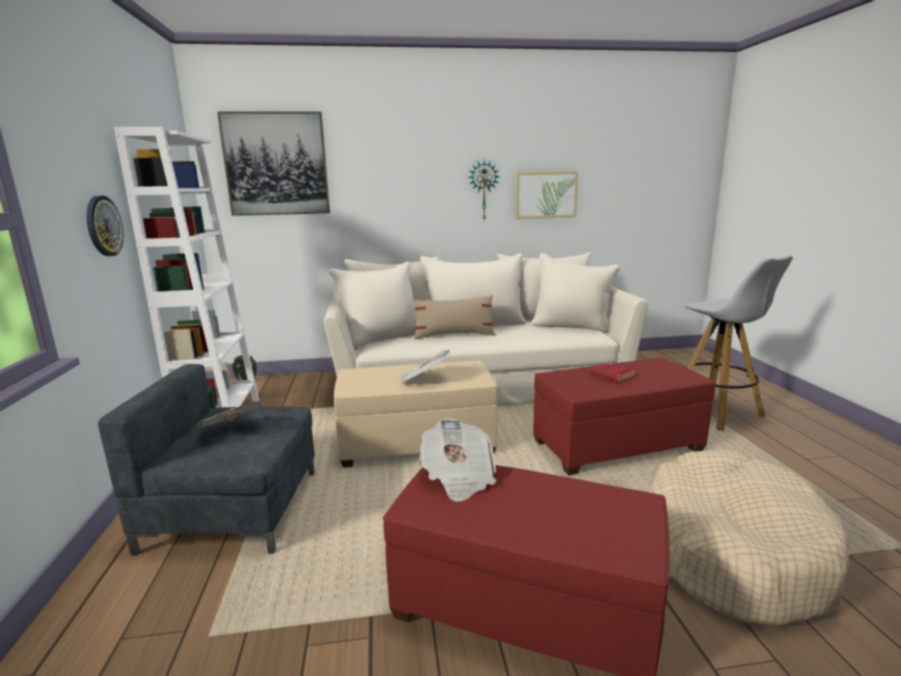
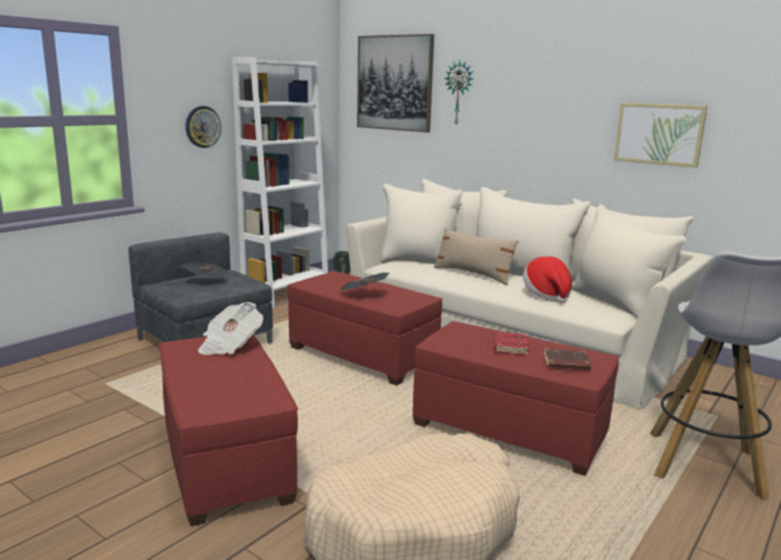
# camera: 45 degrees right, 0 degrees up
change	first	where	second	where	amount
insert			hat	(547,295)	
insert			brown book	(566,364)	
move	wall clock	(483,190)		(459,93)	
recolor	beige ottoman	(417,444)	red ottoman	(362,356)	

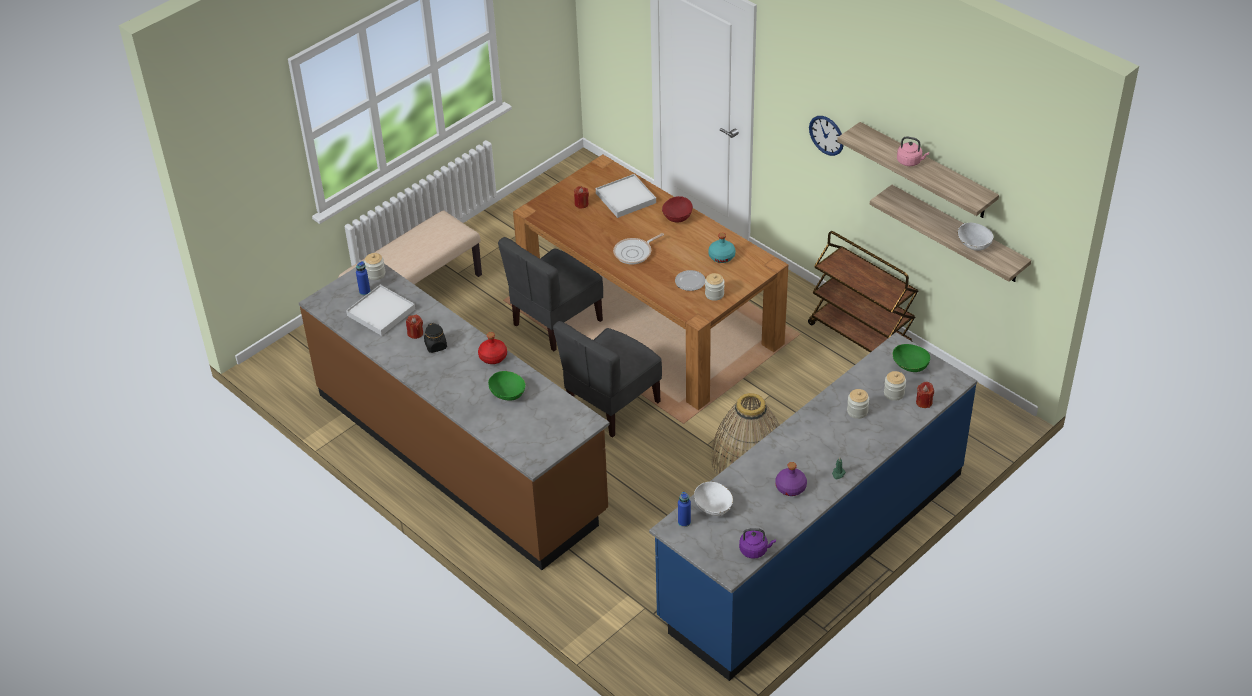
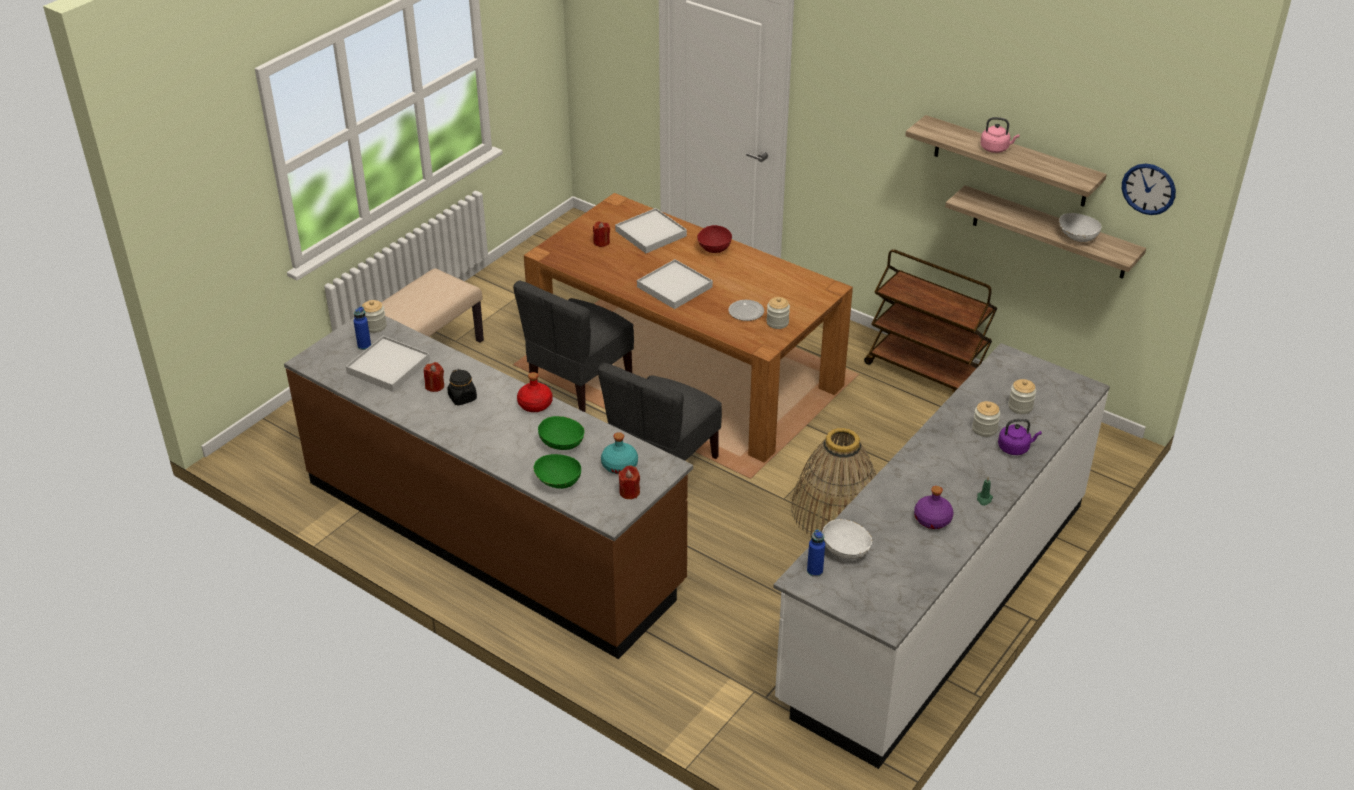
# camera: 10 degrees left, 5 degrees down
change	first	where	second	where	amount
move	turquoise bottle	(721,256)		(619,465)	
move	purple kettle	(755,550)		(1015,448)	
move	wall clock	(826,135)		(1148,189)	
move	green bowl	(909,366)		(557,482)	
move	red candle	(924,402)		(629,492)	
replace	frying pan	(635,253)	white tray	(675,287)	
recolor	blue counter	(812,546)	white counter	(935,600)	

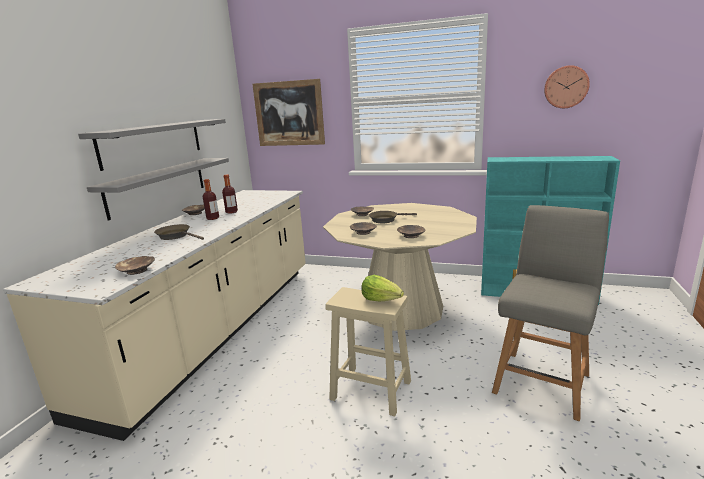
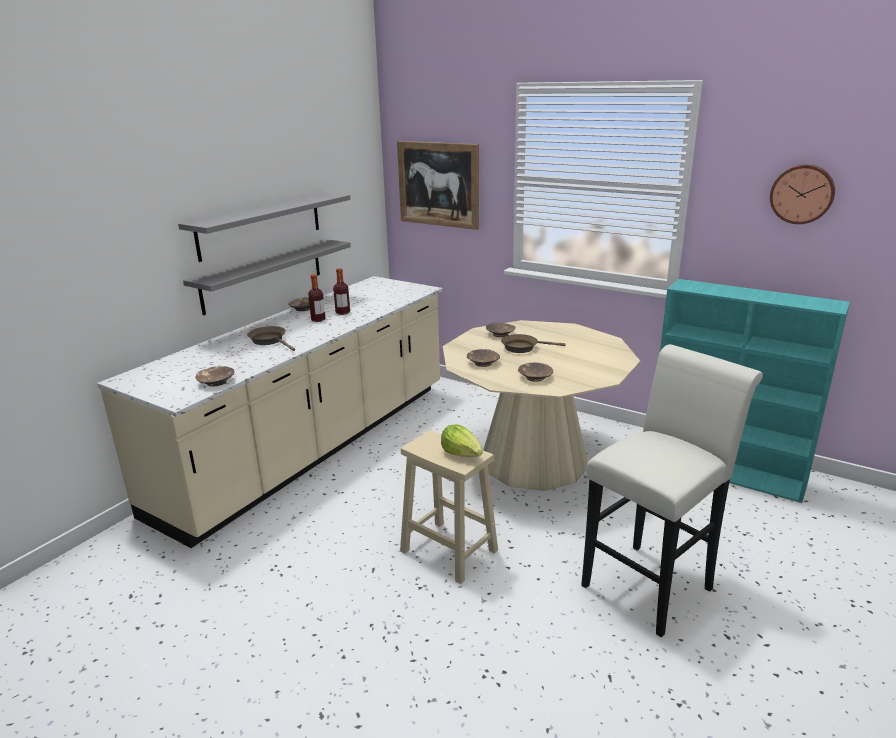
# camera: 15 degrees right, 5 degrees up
change	first	where	second	where	amount
replace	grey chair	(542,381)	white stool	(652,583)	

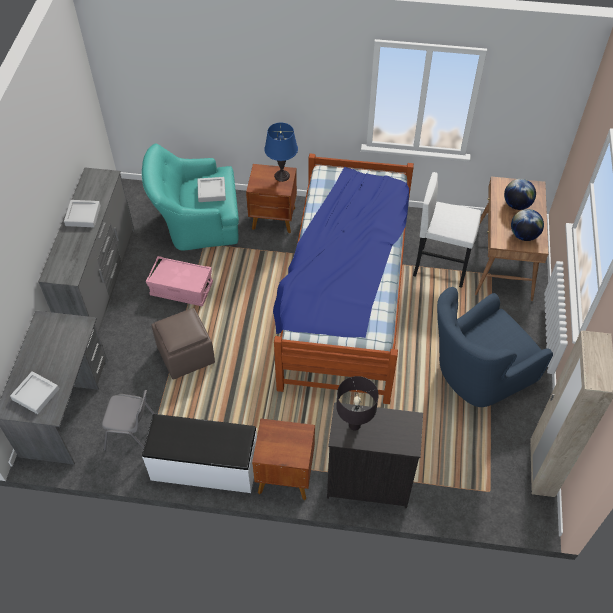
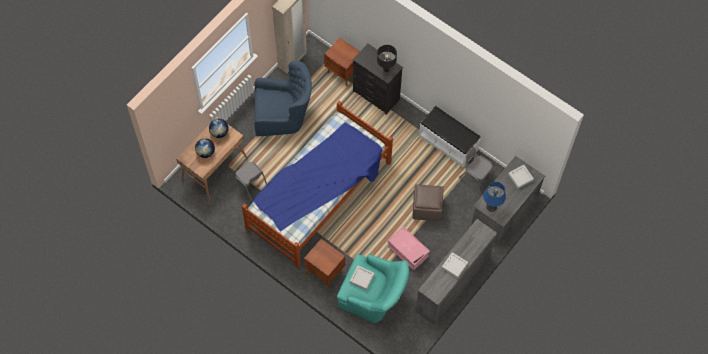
# camera: 150 degrees left, 10 degrees up
change	first	where	second	where	amount
move	brown nightstand	(284,476)		(343,72)	
move	blue table lamp	(282,176)		(491,206)	
replace	white stool	(441,266)	grey chair	(251,185)	

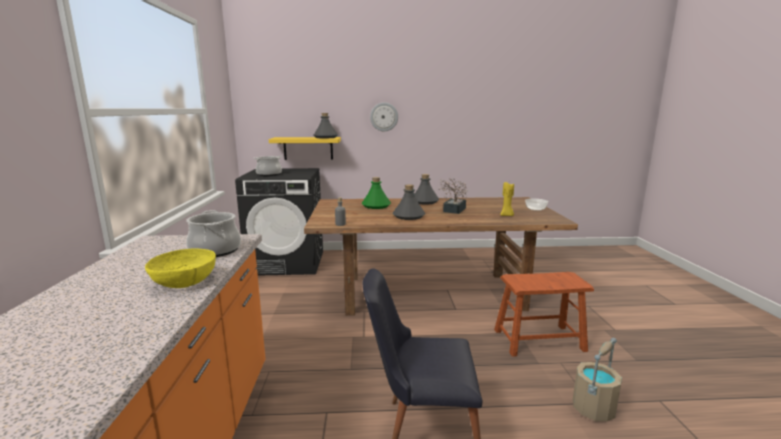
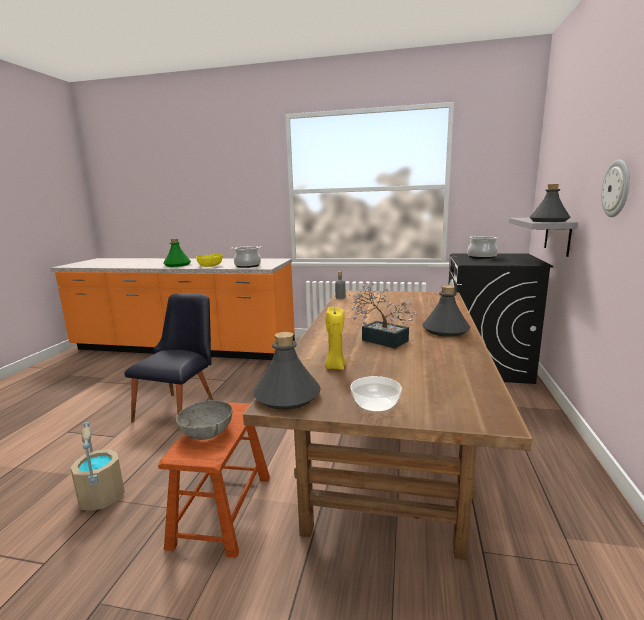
# camera: 105 degrees right, 0 degrees up
change	first	where	second	where	amount
insert			grey bowl	(206,431)	
move	green bottle	(376,206)		(177,265)	
move	grey bottle	(409,216)		(287,396)	
recolor	yellow shelf	(308,148)	grey shelf	(557,235)	

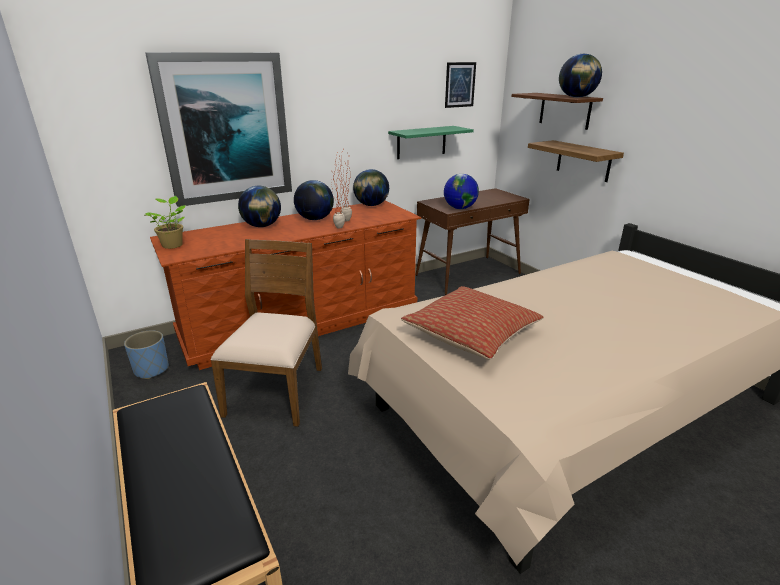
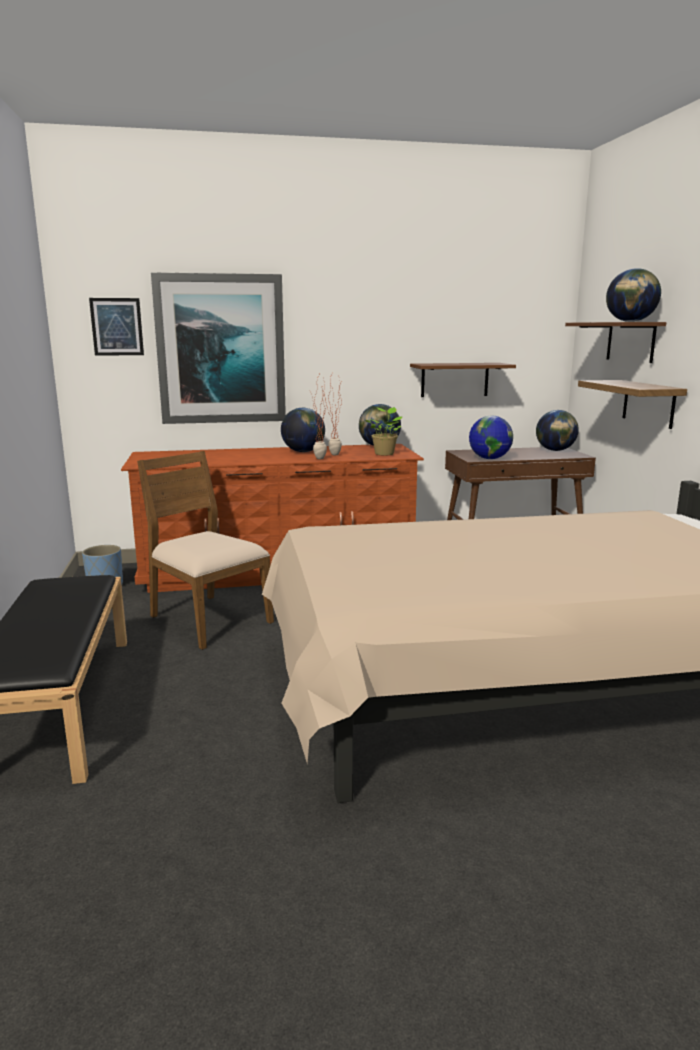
# camera: 20 degrees right, 10 degrees down
change	first	where	second	where	amount
delete	pillow	(471,334)			
move	potted plant	(173,245)		(384,453)	
move	globe	(262,226)		(555,450)	
move	picture	(460,85)		(117,327)	
recolor	green shelf	(421,142)	brown shelf	(454,379)	
rotate	brown chair	(277,390)		(208,619)	75 degrees counterclockwise

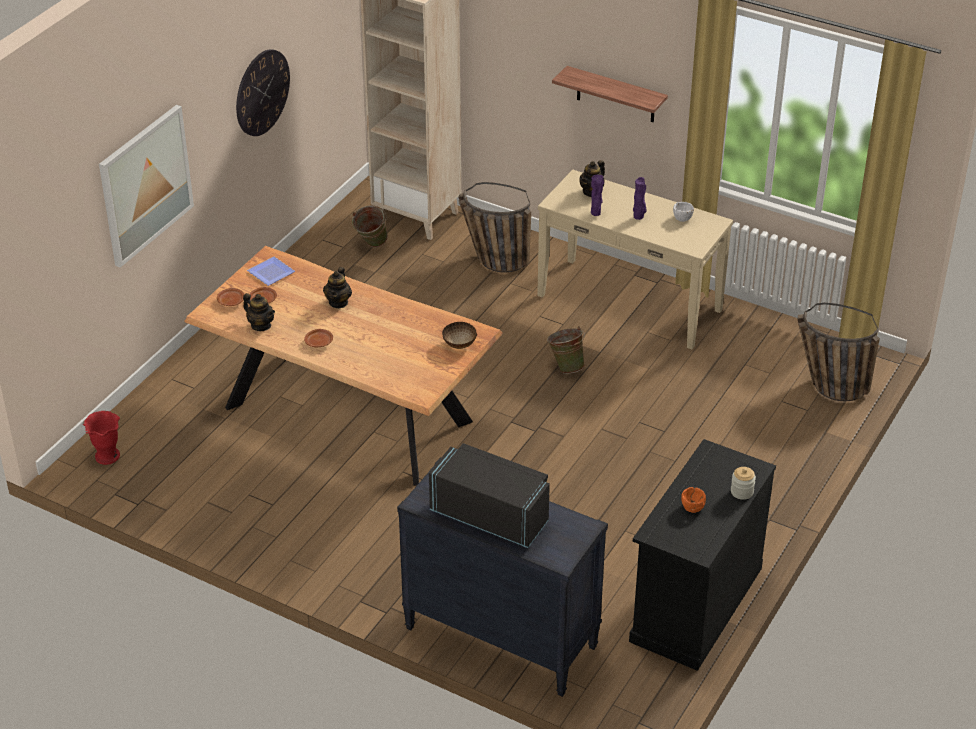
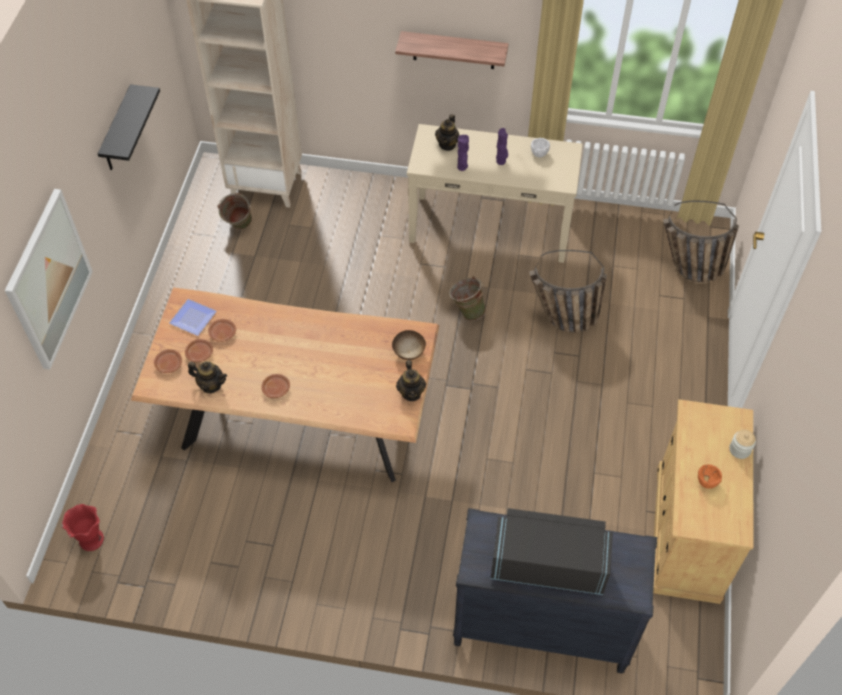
# camera: 20 degrees left, 15 degrees up
change	first	where	second	where	amount
insert			brown plate	(222,333)	
move	teapot	(338,302)		(411,392)	
move	basket	(491,260)		(561,320)	
replace	wall clock	(262,92)	black shelf	(118,131)	
recolor	black cabinet	(695,604)	beige cabinet	(687,532)	

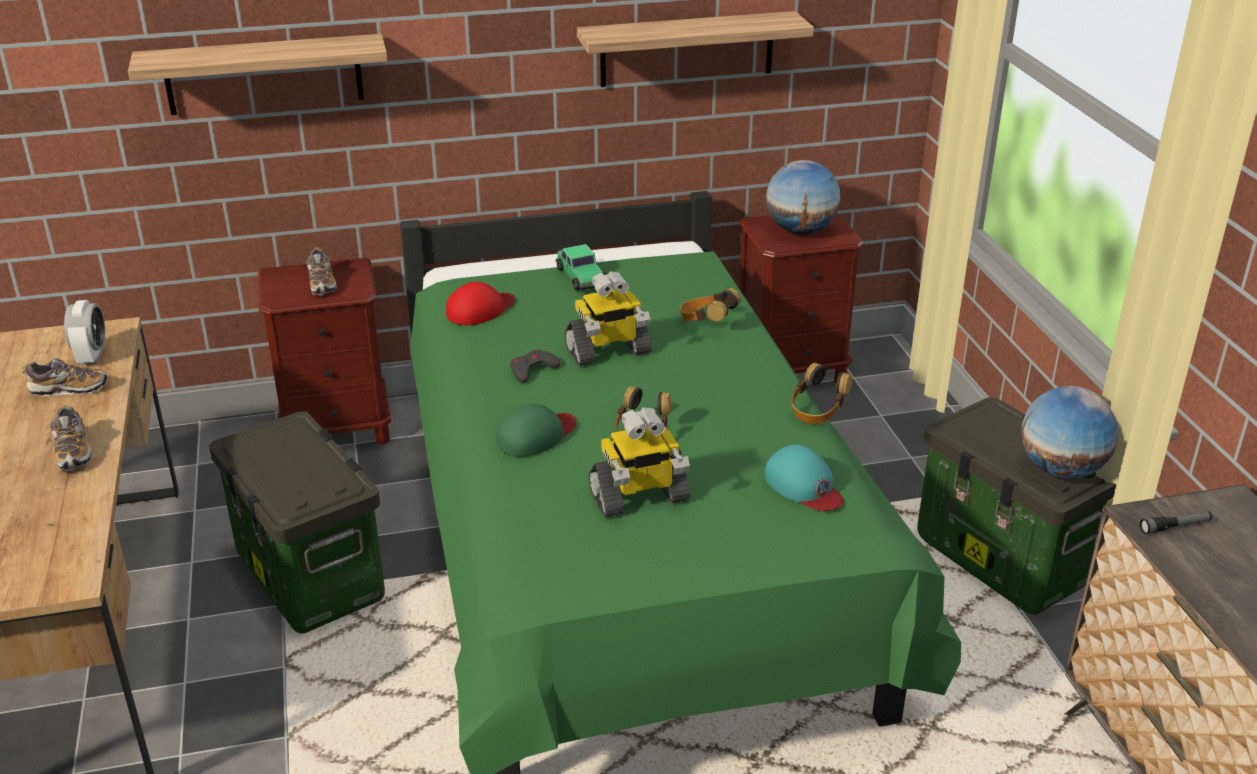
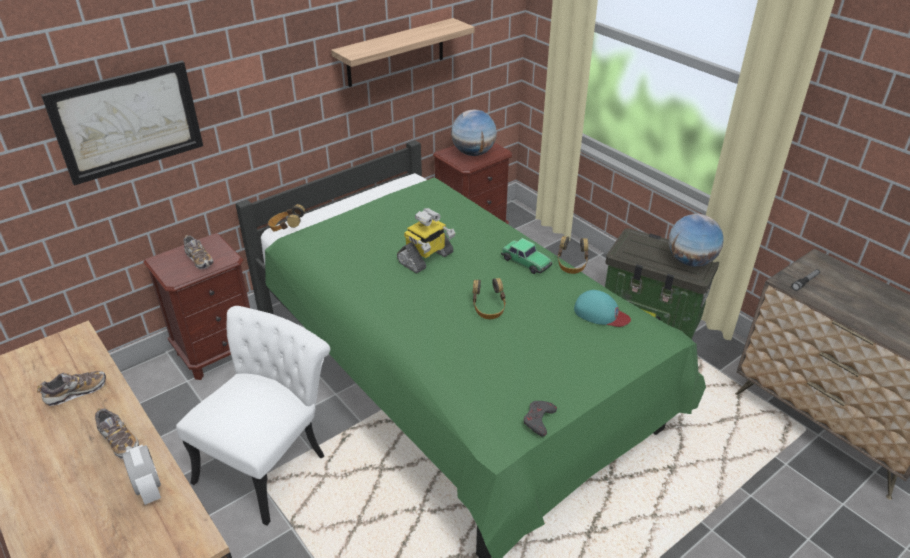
# camera: 25 degrees left, 5 degrees up
change	first	where	second	where	amount
delete	red cap	(480,309)			
delete	green cap	(536,435)			
delete	toy robot	(639,497)			
move	alarm clock	(92,356)		(149,489)	
move	grey game controller	(532,370)		(539,420)	
move	toy car	(581,277)		(526,262)	
move	headphones	(706,322)		(287,228)	
replace	shelf	(264,74)	picture	(127,121)	
replace	storage box	(312,578)	white chair	(270,460)	

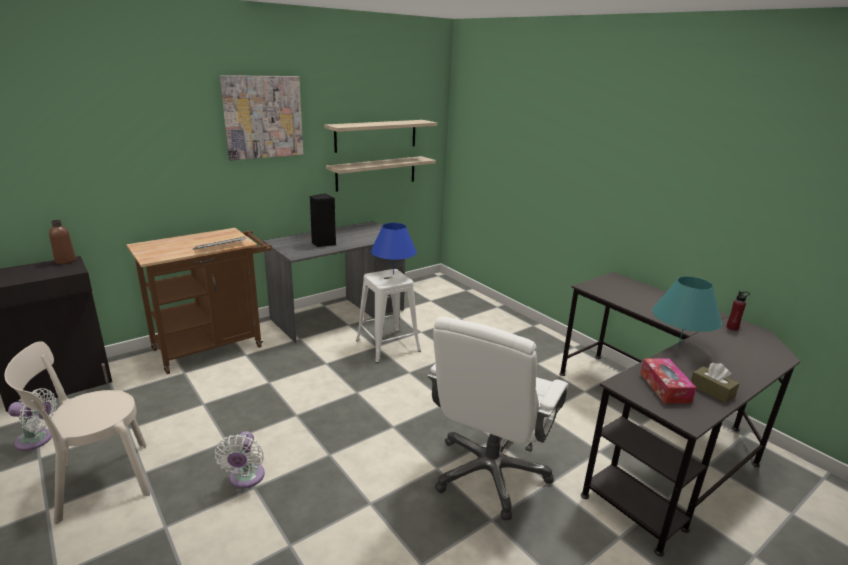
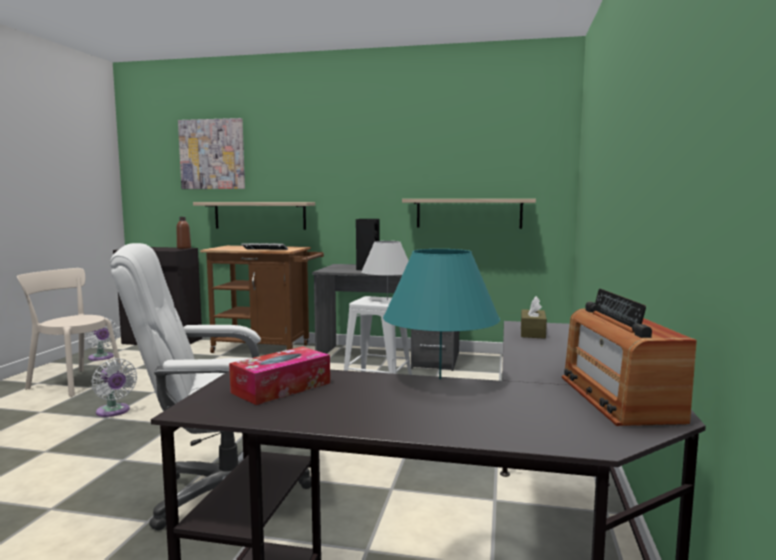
# camera: 50 degrees right, 15 degrees down
change	first	where	second	where	amount
move	picture	(263,117)		(212,154)	
move	shelf	(376,135)		(260,215)	
move	brown tissue box	(712,391)		(532,332)	
replace	red bottle	(732,328)	radio	(618,398)	
recolor	blue table lamp	(393,274)	white table lamp	(387,300)	
rotate	white fan	(246,479)		(114,412)	90 degrees counterclockwise

